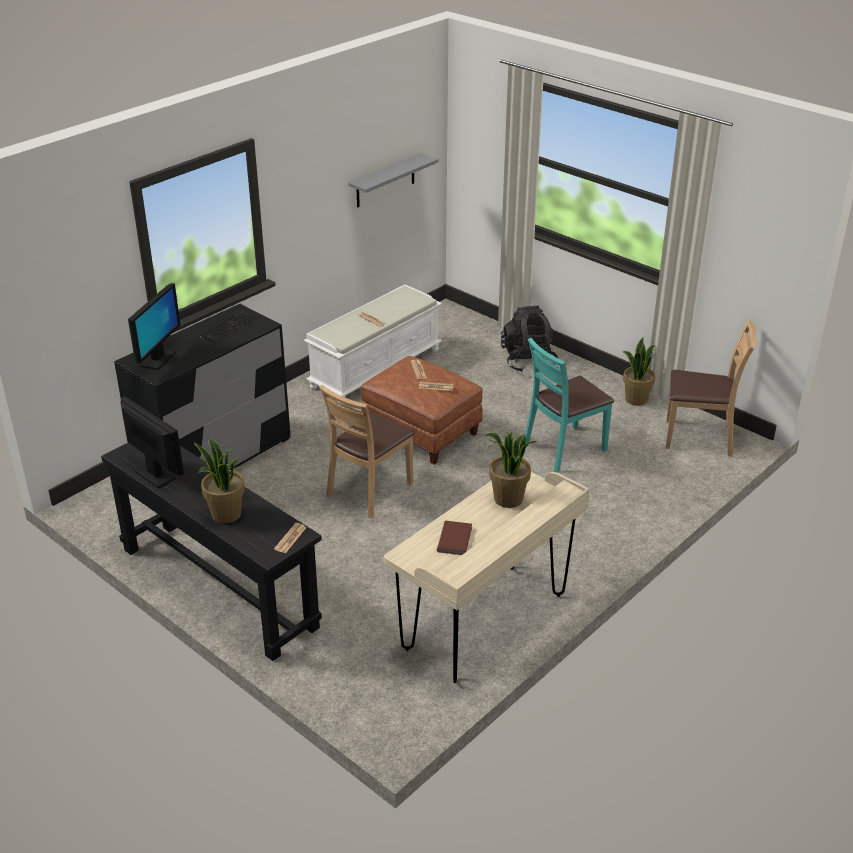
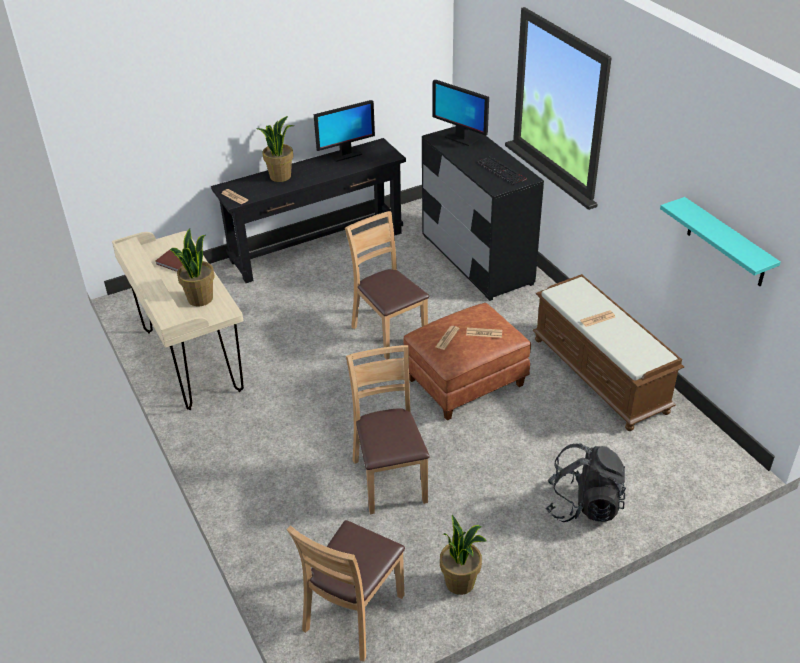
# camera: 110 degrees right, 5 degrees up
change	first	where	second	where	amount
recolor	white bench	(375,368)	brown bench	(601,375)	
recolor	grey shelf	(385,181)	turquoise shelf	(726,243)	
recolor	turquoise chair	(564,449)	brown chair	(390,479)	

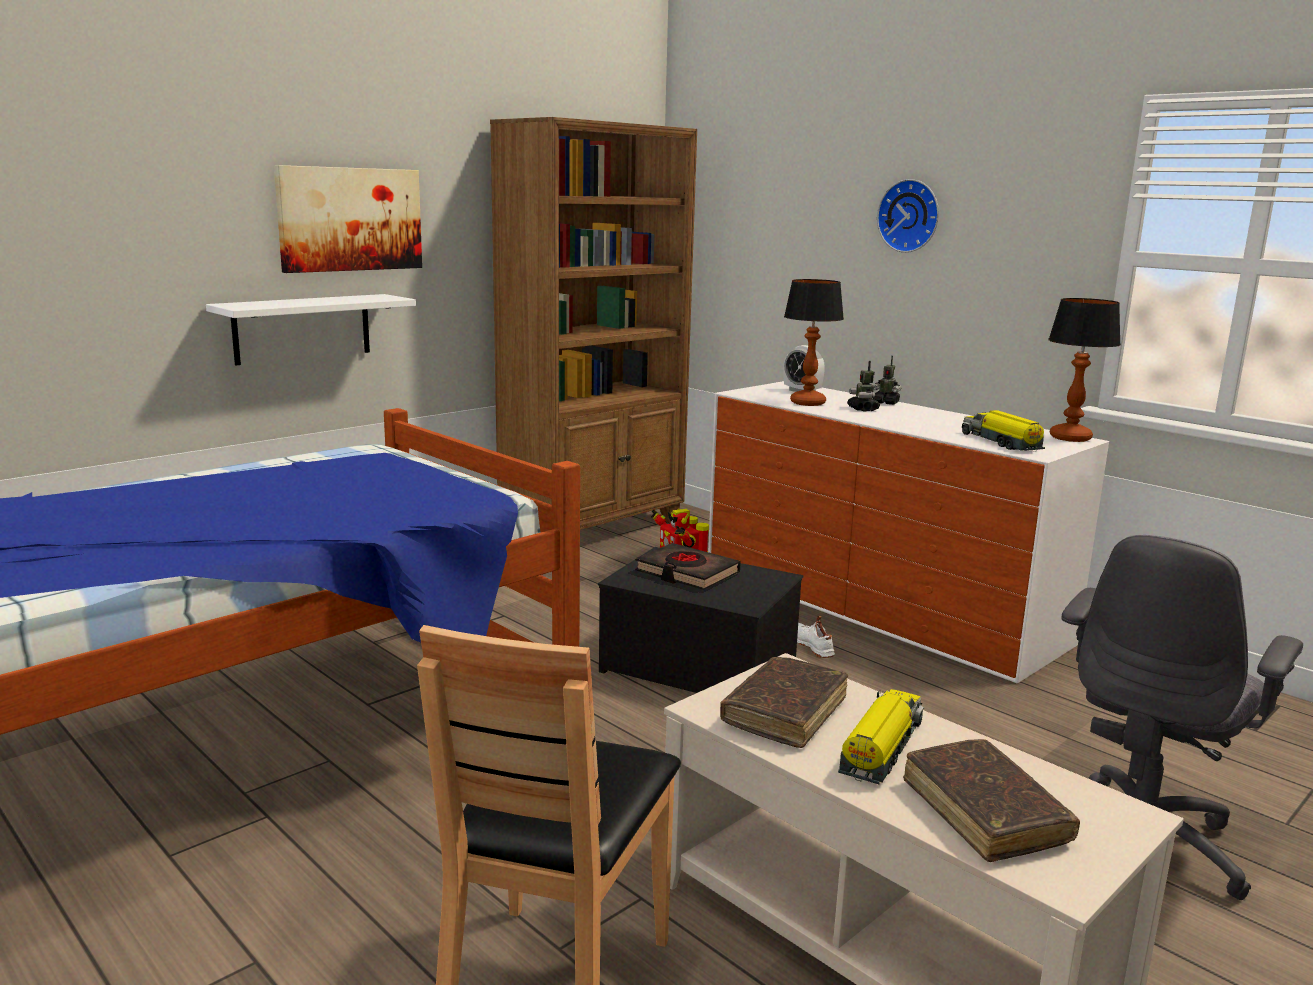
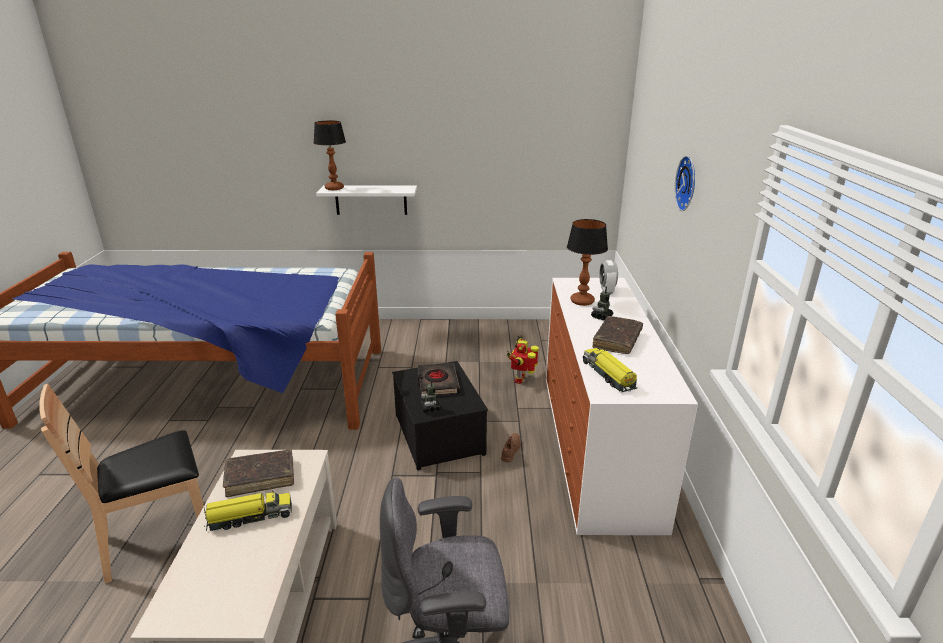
# camera: 45 degrees right, 10 degrees up
change	first	where	second	where	amount
delete	picture	(350,219)			
delete	brown bookcase	(594,528)			
move	toy robot	(885,403)		(430,408)	
move	brown book	(984,812)		(617,340)	
move	table lamp	(1069,438)		(334,188)	
recolor	white shoe	(813,646)	brown shoe	(511,451)	
rotate	toy truck	(1001,442)		(608,375)	45 degrees counterclockwise

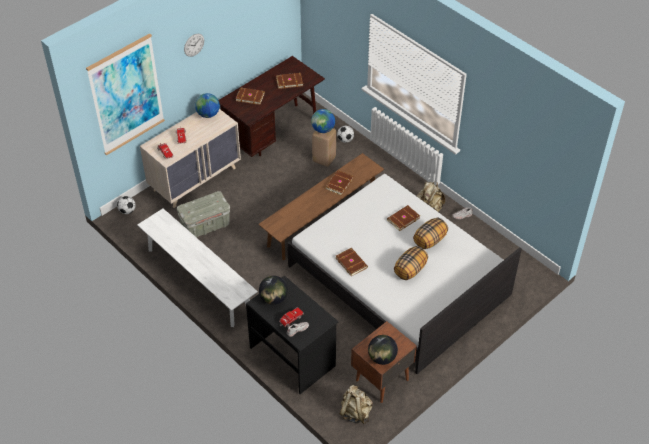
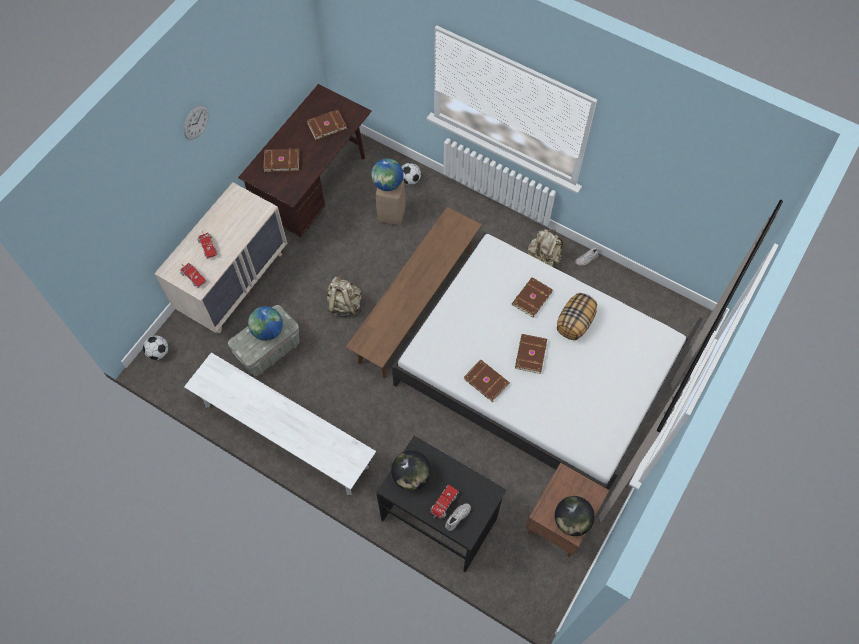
# camera: 15 degrees left, 15 degrees up
change	first	where	second	where	amount
delete	picture	(126,95)			
delete	pillow	(410,270)			
move	globe	(208,114)		(268,331)	
move	brown book	(338,183)		(530,354)	
move	beige backpack	(355,412)		(344,304)	

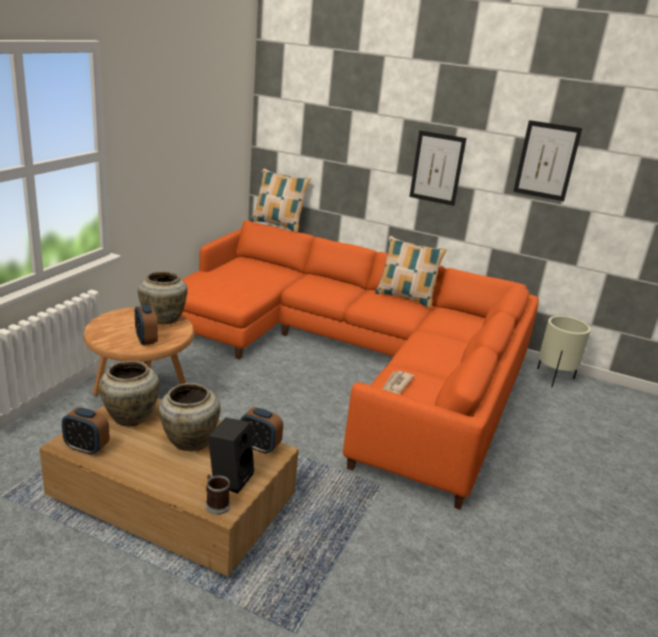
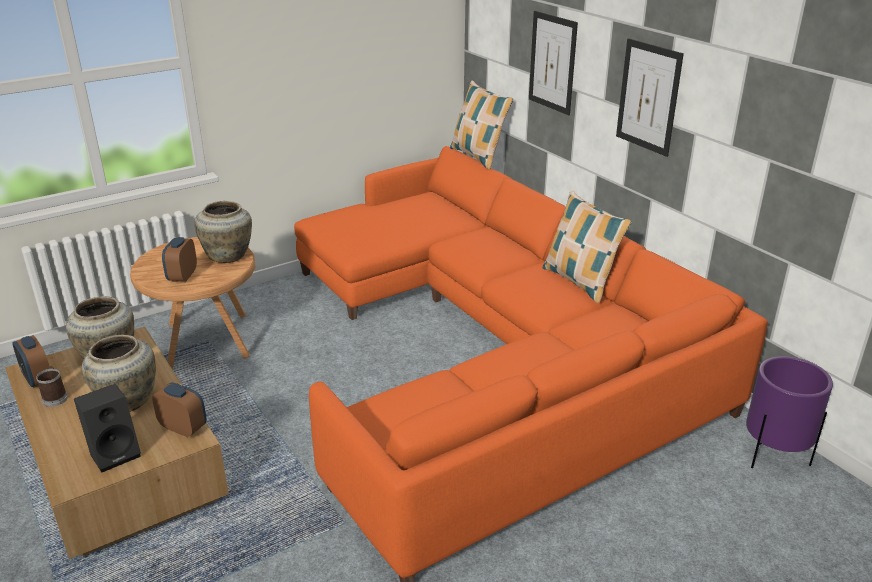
# camera: 35 degrees right, 5 degrees up
change	first	where	second	where	amount
delete	newspaper	(396,384)			
move	mug	(216,504)		(55,397)	
move	picture	(546,161)		(552,62)	
recolor	beige planter	(554,378)	purple planter	(774,455)	
rotate	alarm clock	(259,446)		(183,428)	150 degrees clockwise

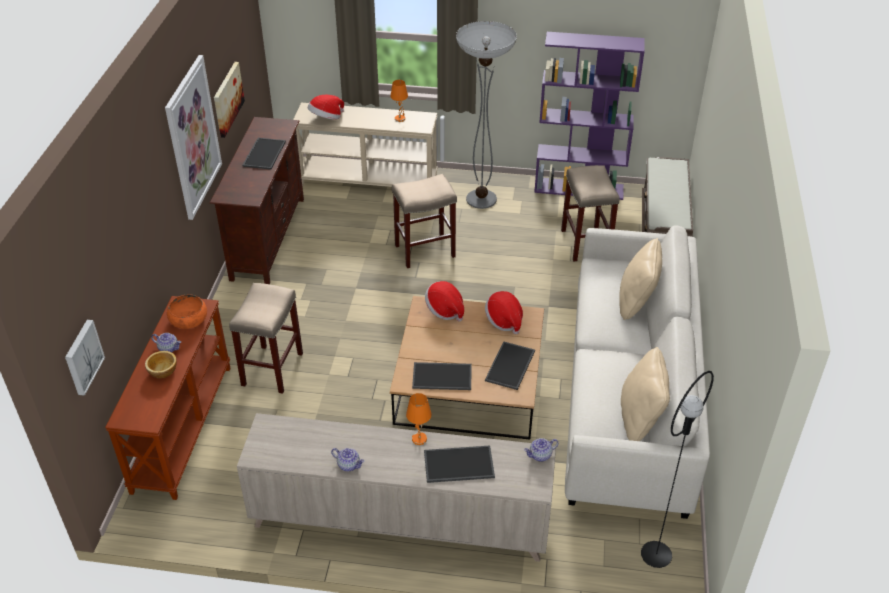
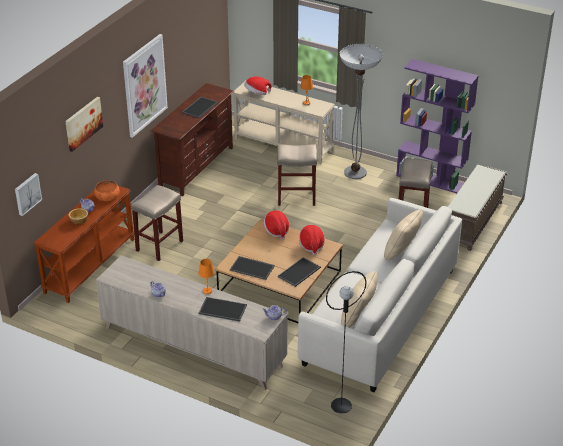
# camera: 20 degrees right, 5 degrees down
change	first	where	second	where	amount
move	picture	(227,99)		(83,123)	

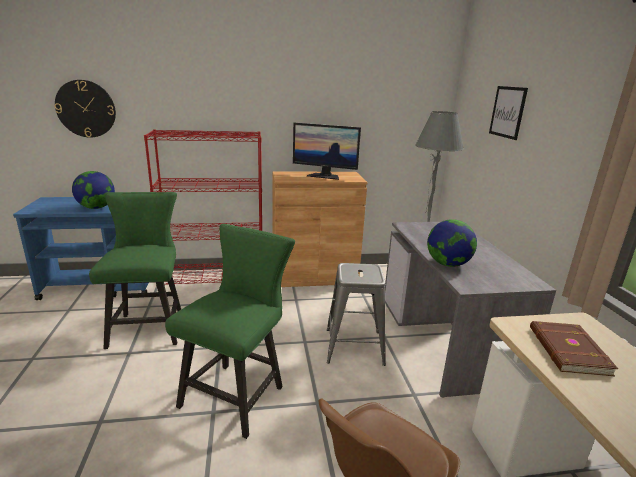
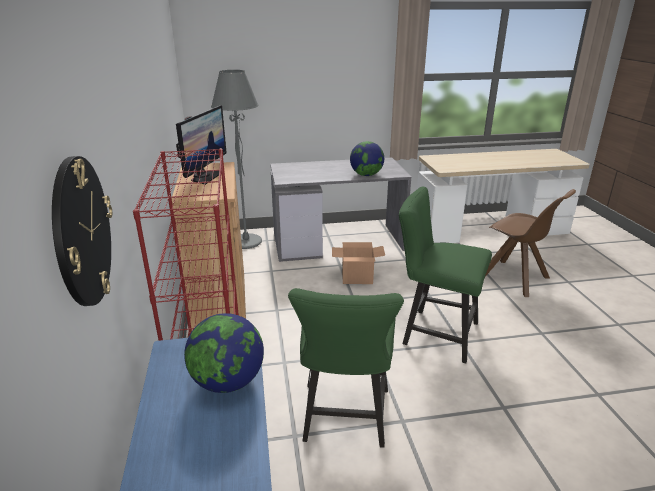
# camera: 90 degrees left, 5 degrees up
change	first	where	second	where	amount
delete	picture	(507,112)			
delete	brown book	(567,350)			
replace	grey stool	(354,346)	cardboard box	(357,278)	
rotate	green chair	(149,326)		(345,420)	75 degrees counterclockwise

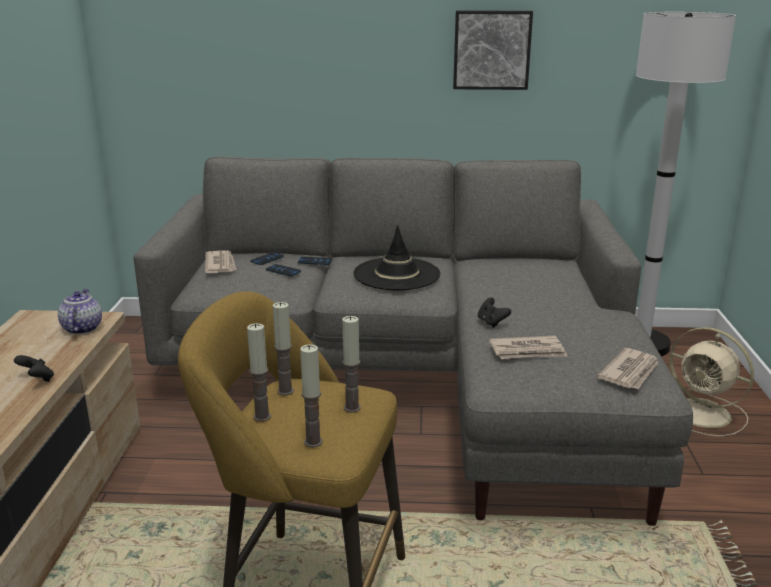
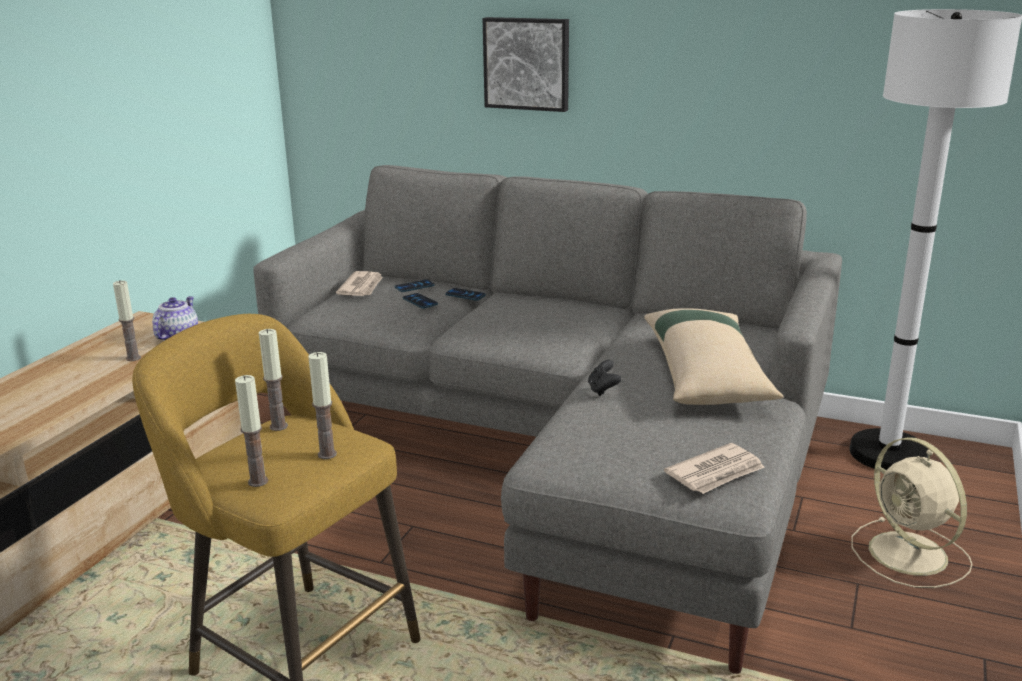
# camera: 20 degrees right, 0 degrees up
change	first	where	second	where	amount
delete	black game controller	(37,379)			
delete	black hat	(396,274)			
delete	newspaper	(528,351)			
insert			beige pillow	(706,373)	
move	candle	(262,417)		(133,358)	
move	picture	(491,50)		(527,63)	

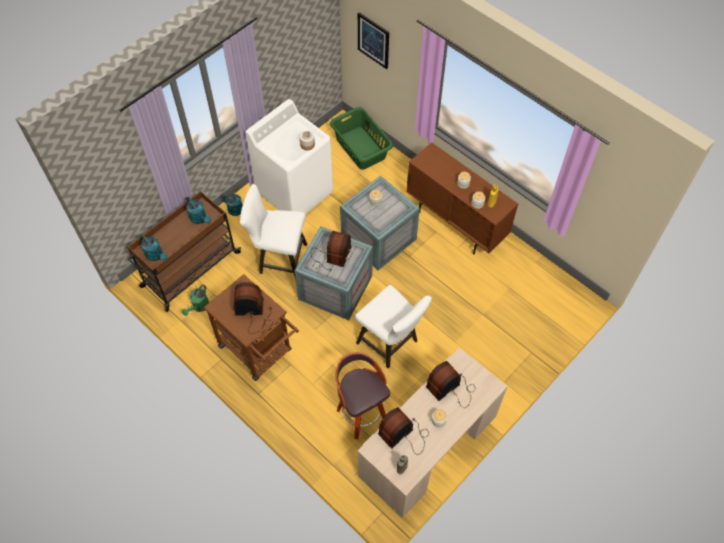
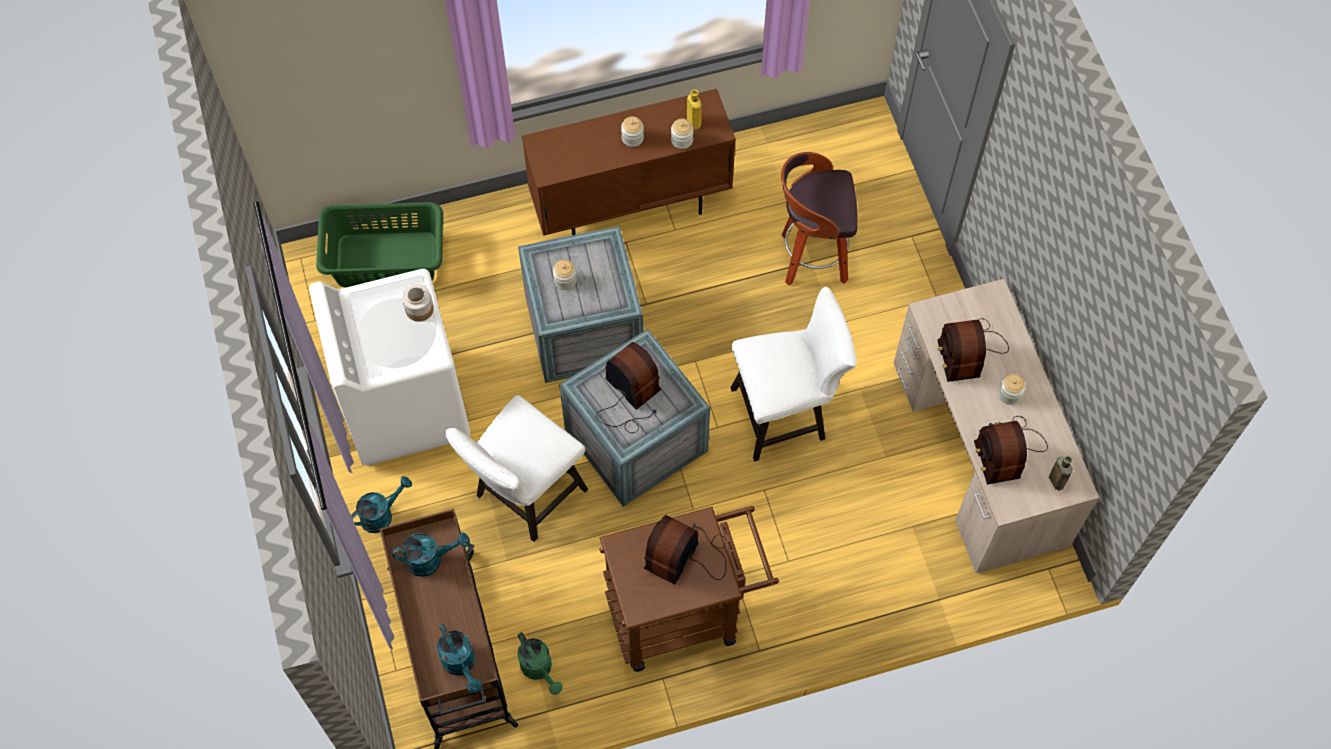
# camera: 60 degrees left, 5 degrees up
change	first	where	second	where	amount
delete	picture	(373,40)			
move	stool	(360,414)		(811,258)	
rotate	turquoise watering can	(156,255)		(461,664)	75 degrees clockwise

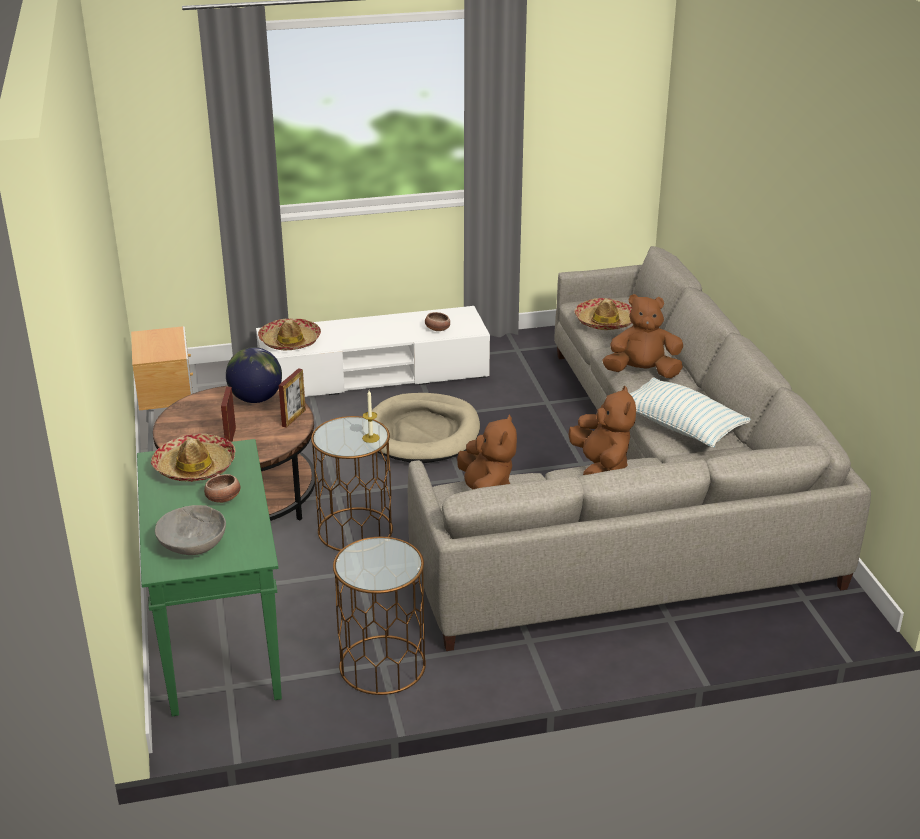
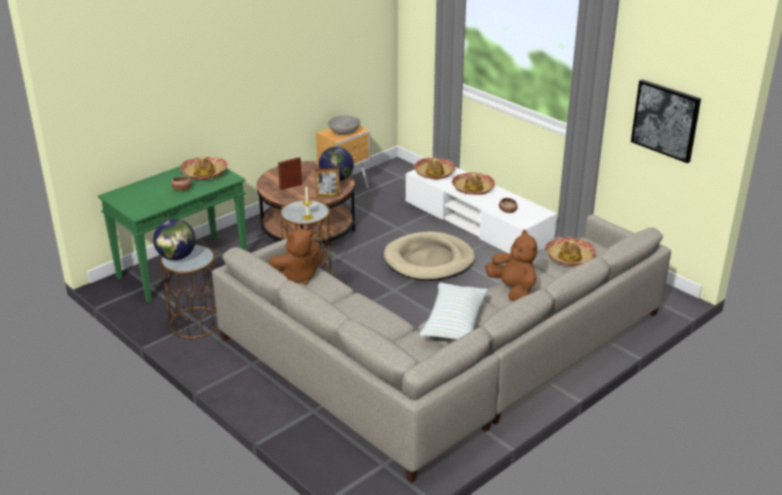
# camera: 60 degrees right, 0 degrees up
change	first	where	second	where	amount
delete	brown plush toy	(600,469)			
insert			globe	(176,257)	
insert			hat	(473,188)	
insert			picture	(666,120)	
move	grey bowl	(192,543)		(344,131)	

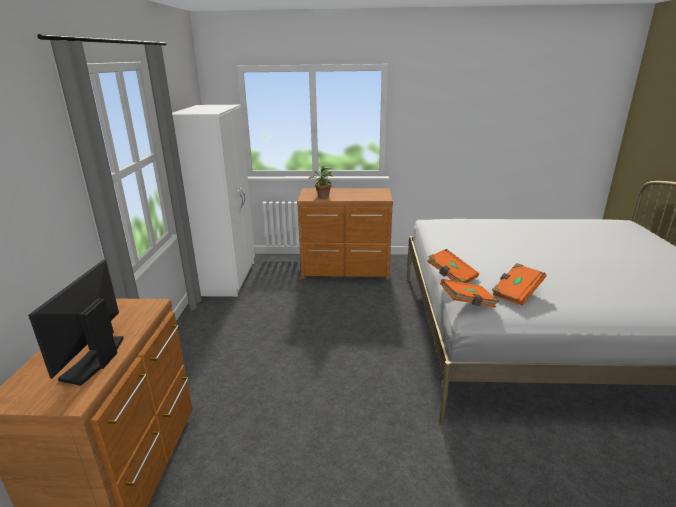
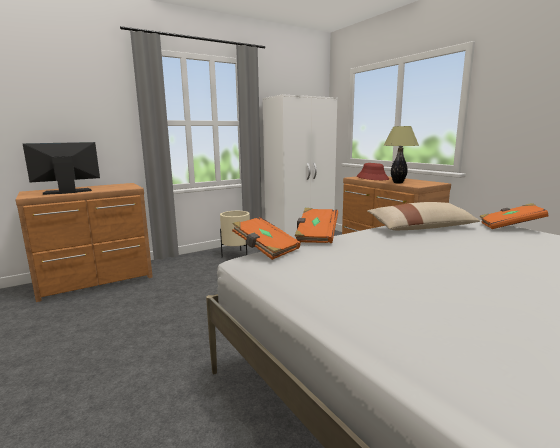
# camera: 55 degrees right, 10 degrees down
change	first	where	second	where	amount
insert			beige planter	(236,255)	
insert			beige pillow	(420,227)	
insert			table lamp	(398,183)	
move	orange book	(516,292)		(510,227)	
replace	potted plant	(322,195)	red hat	(372,178)	

